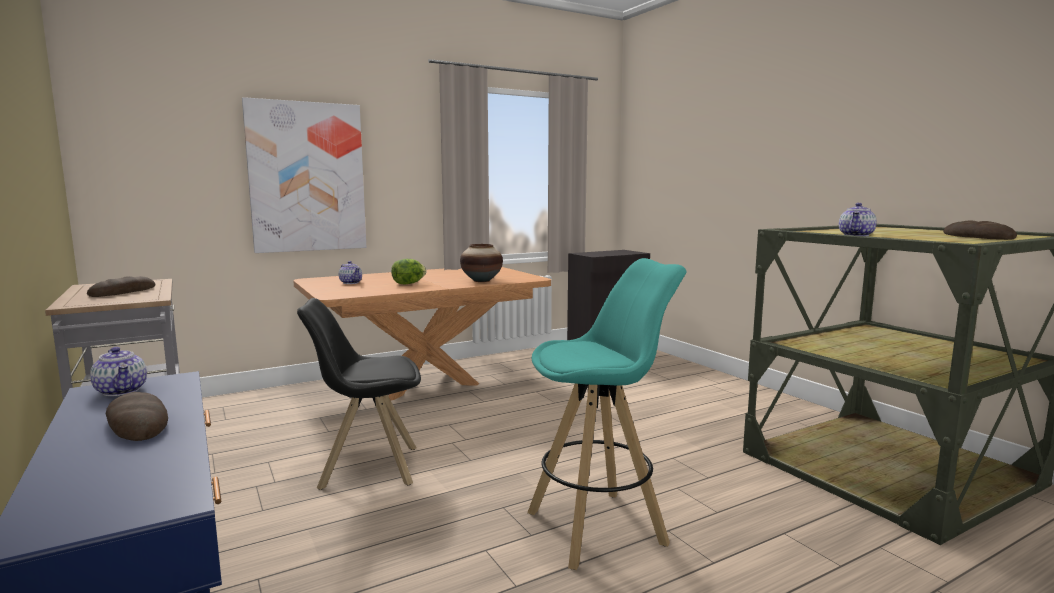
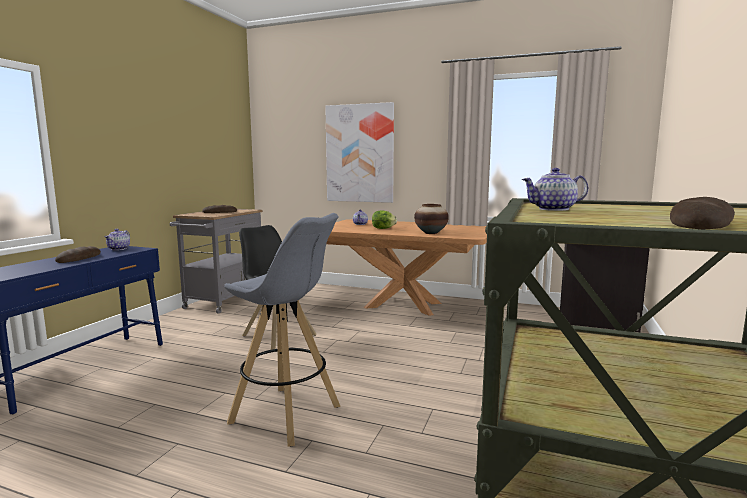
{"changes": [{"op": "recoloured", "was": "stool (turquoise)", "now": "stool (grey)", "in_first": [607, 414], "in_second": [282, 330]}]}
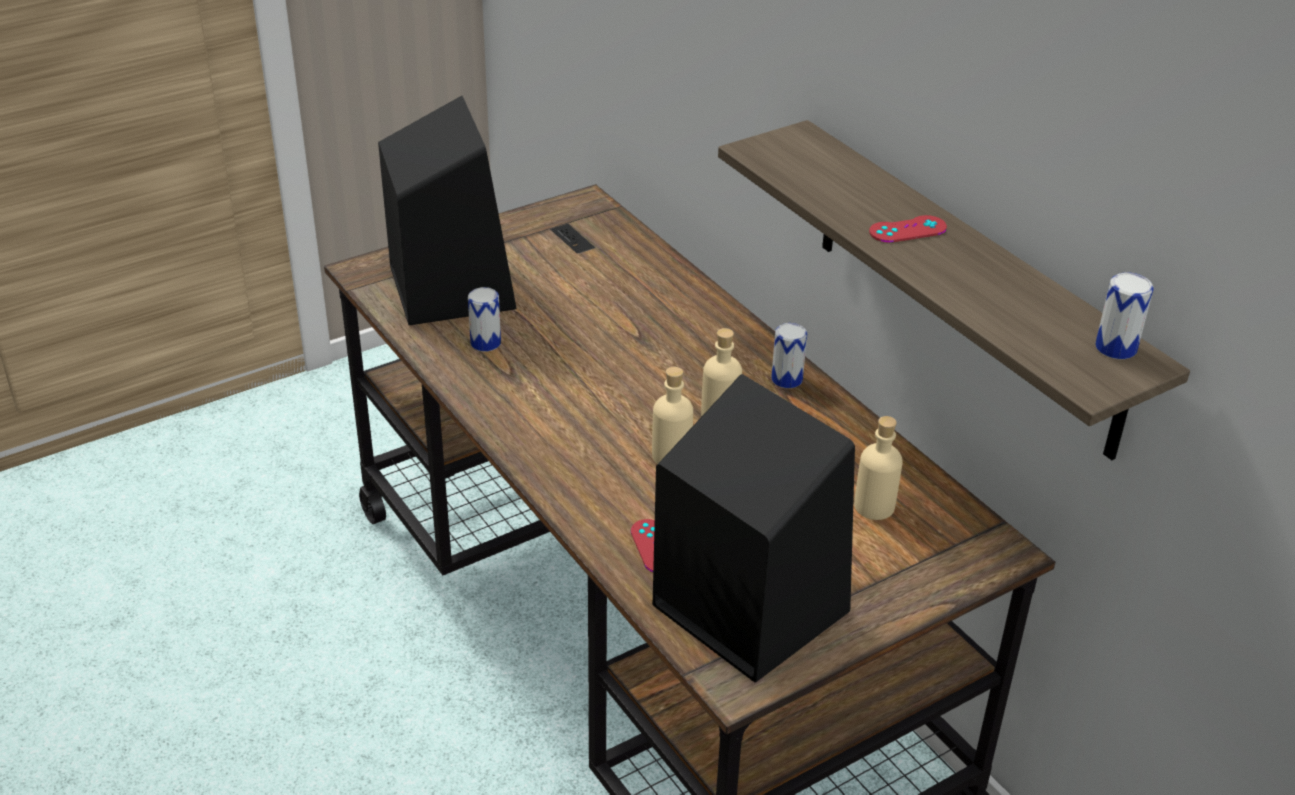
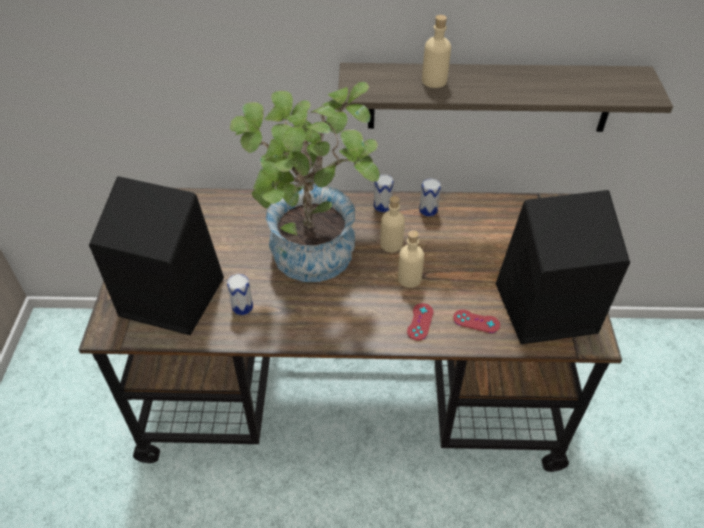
{"changes": [{"op": "added", "now": "potted plant", "in_second": [305, 182]}, {"op": "moved", "was": "bottle (beige)", "in_first": [878, 468], "in_second": [436, 51]}, {"op": "moved", "was": "game controller (red)", "in_first": [908, 229], "in_second": [420, 321]}, {"op": "moved", "was": "can", "in_first": [1124, 316], "in_second": [430, 197]}]}
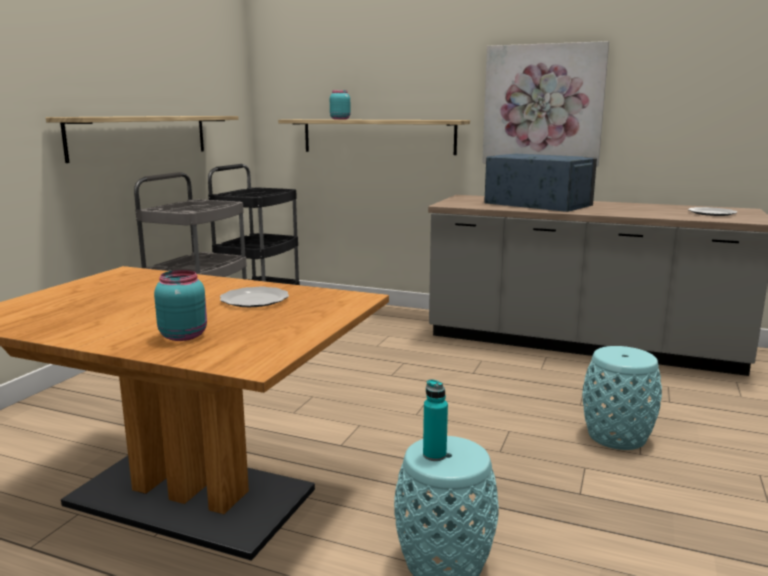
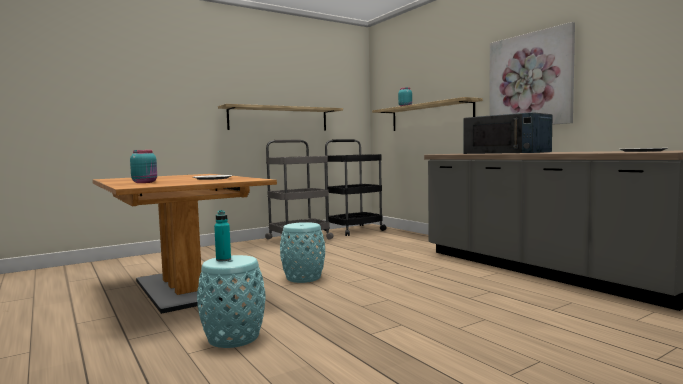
{"changes": [{"op": "moved", "was": "stool (turquoise)", "in_first": [622, 398], "in_second": [302, 252]}, {"op": "turned", "was": "microwave (blue)", "in_first": [540, 183], "in_second": [508, 133], "clockwise": 150}]}
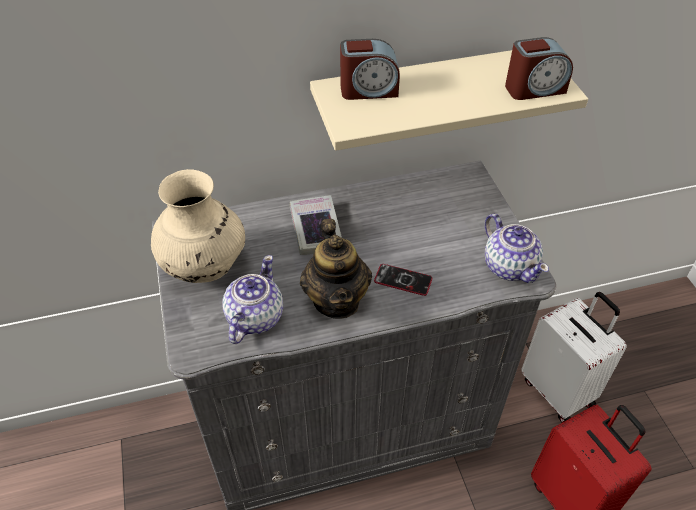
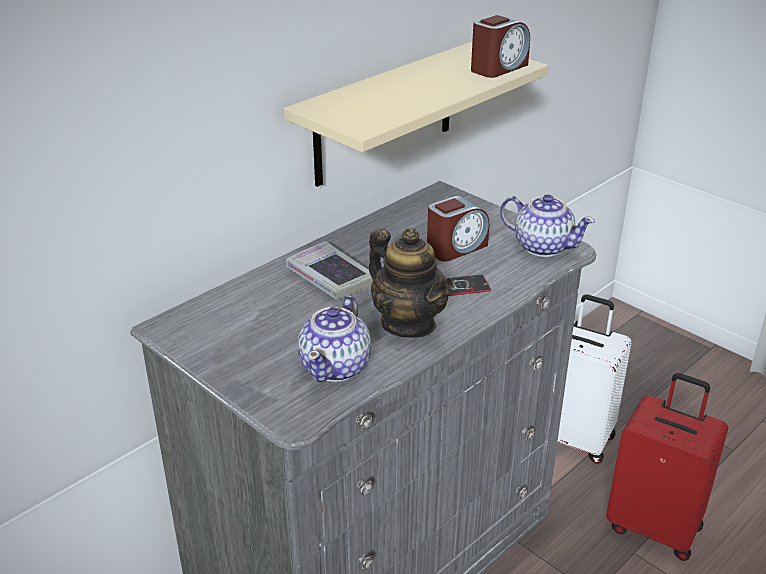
{"changes": [{"op": "removed", "was": "vase (beige)", "in_first": [198, 226]}, {"op": "moved", "was": "alarm clock", "in_first": [370, 69], "in_second": [458, 229]}, {"op": "turned", "was": "teapot", "in_first": [253, 299], "in_second": [334, 339], "clockwise": -150}]}
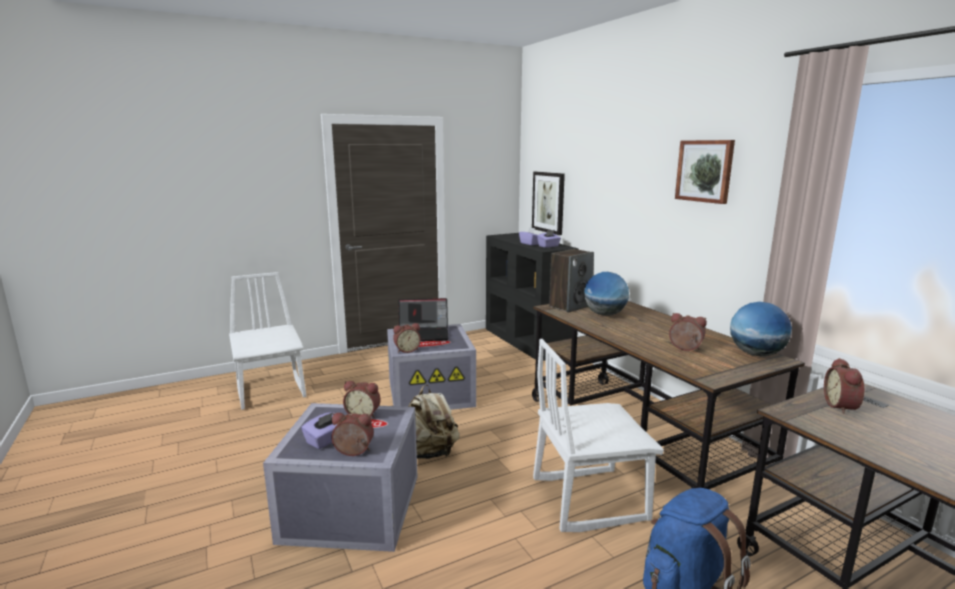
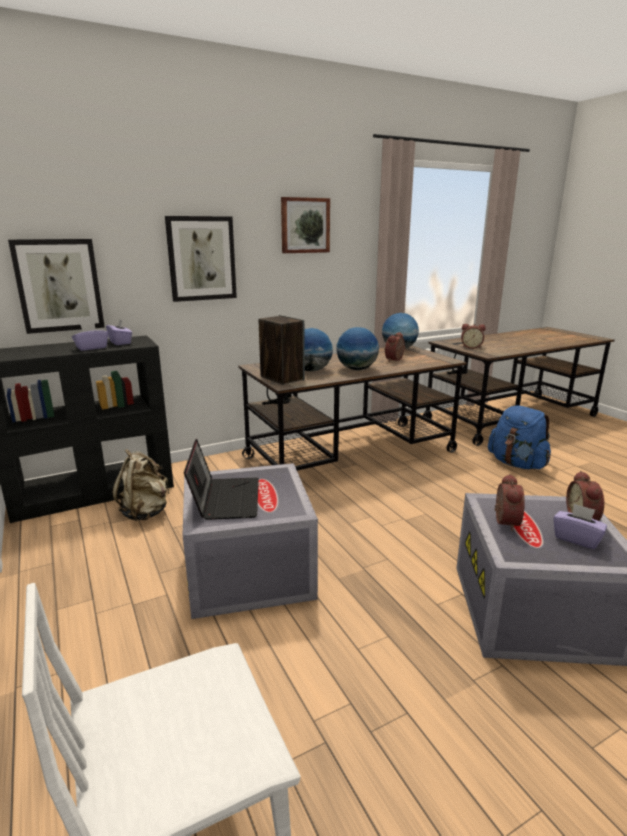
{"changes": [{"op": "removed", "was": "alarm clock", "in_first": [407, 338]}, {"op": "removed", "was": "chair (white)", "in_first": [598, 435]}, {"op": "added", "now": "picture", "in_second": [201, 259]}, {"op": "added", "now": "globe", "in_second": [357, 348]}, {"op": "moved", "was": "backpack (beige)", "in_first": [434, 421], "in_second": [141, 485]}]}
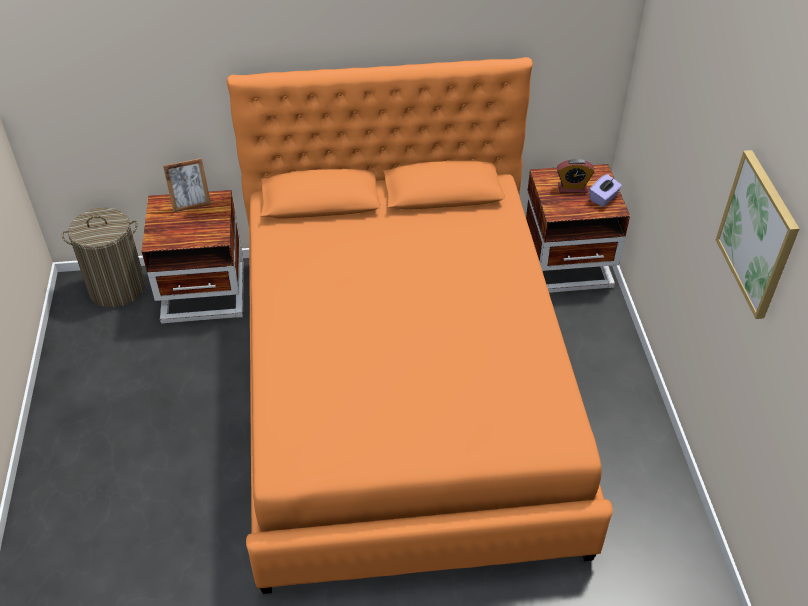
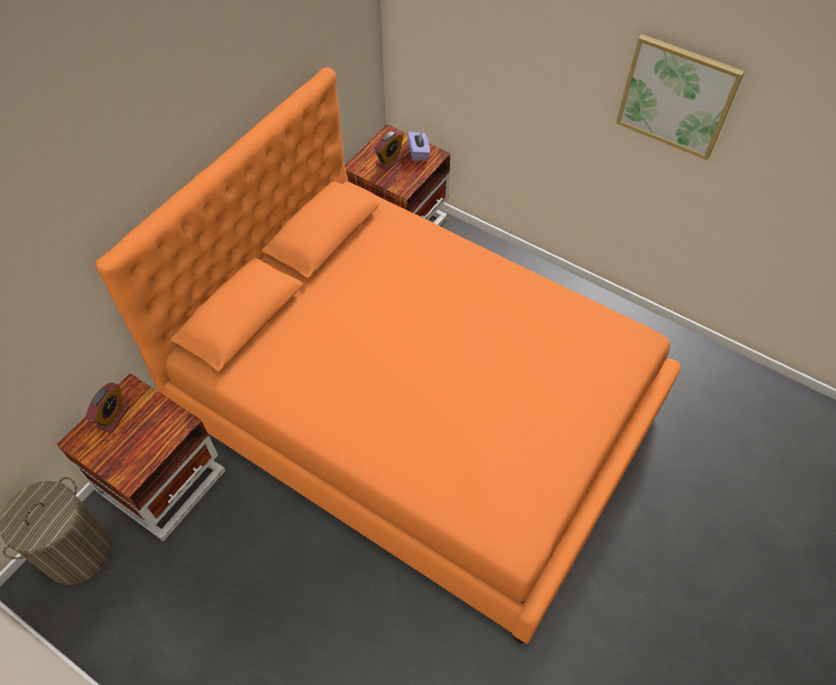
{"changes": [{"op": "replaced", "was": "picture frame", "now": "alarm clock", "in_first": [187, 185], "in_second": [108, 407]}]}
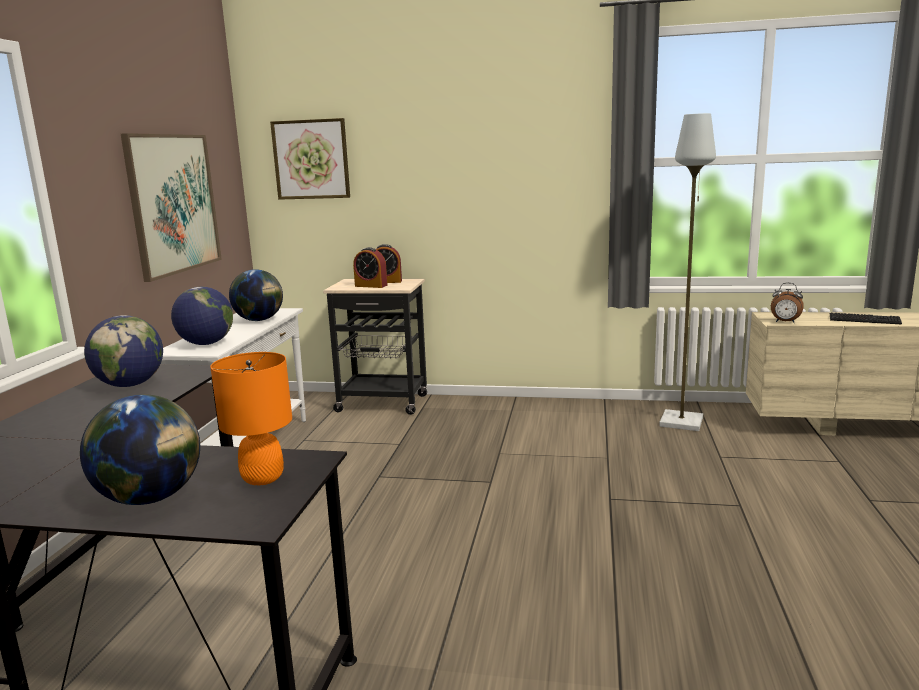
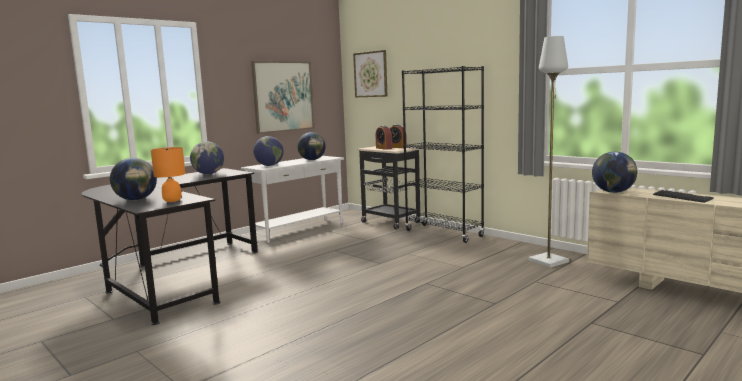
{"changes": [{"op": "added", "now": "bookcase (black)", "in_second": [443, 154]}, {"op": "replaced", "was": "alarm clock", "now": "globe", "in_first": [787, 303], "in_second": [614, 172]}]}
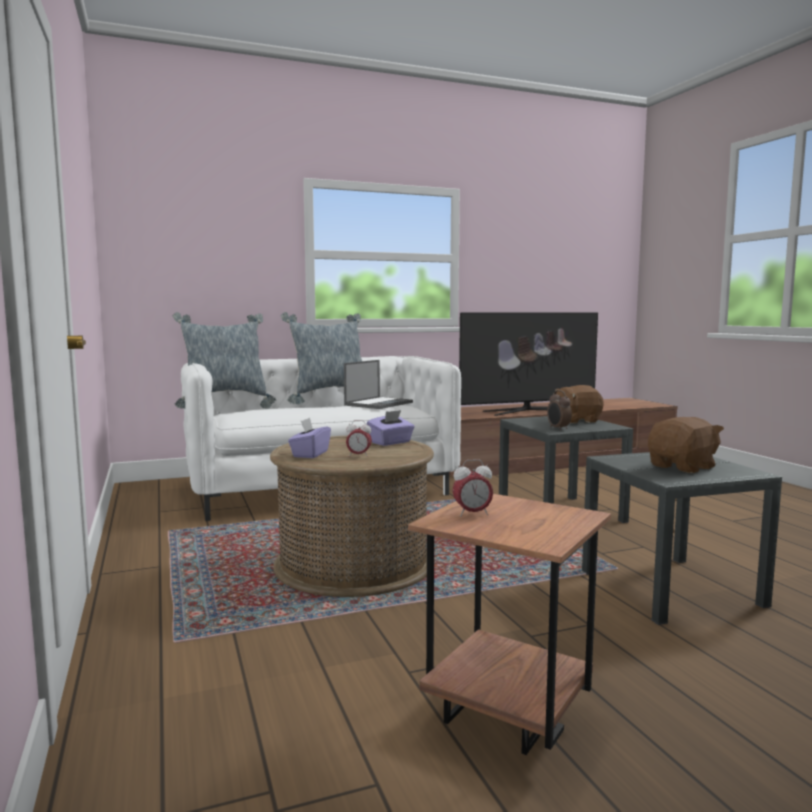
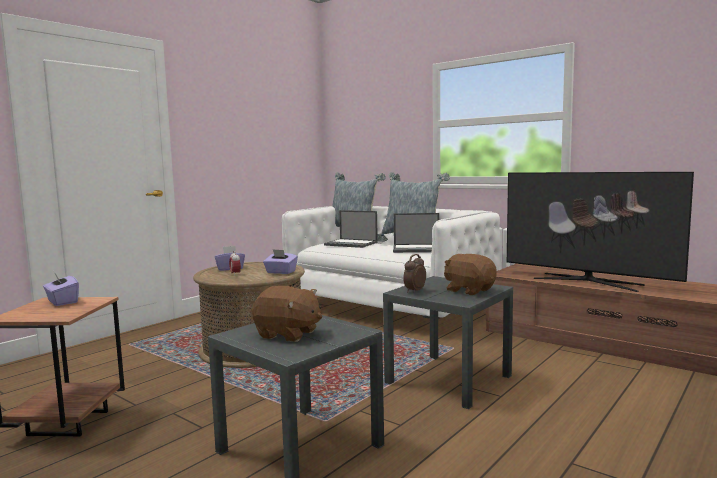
{"changes": [{"op": "added", "now": "laptop", "in_second": [351, 229]}, {"op": "replaced", "was": "alarm clock", "now": "tissue box (purple)", "in_first": [473, 488], "in_second": [61, 289]}]}
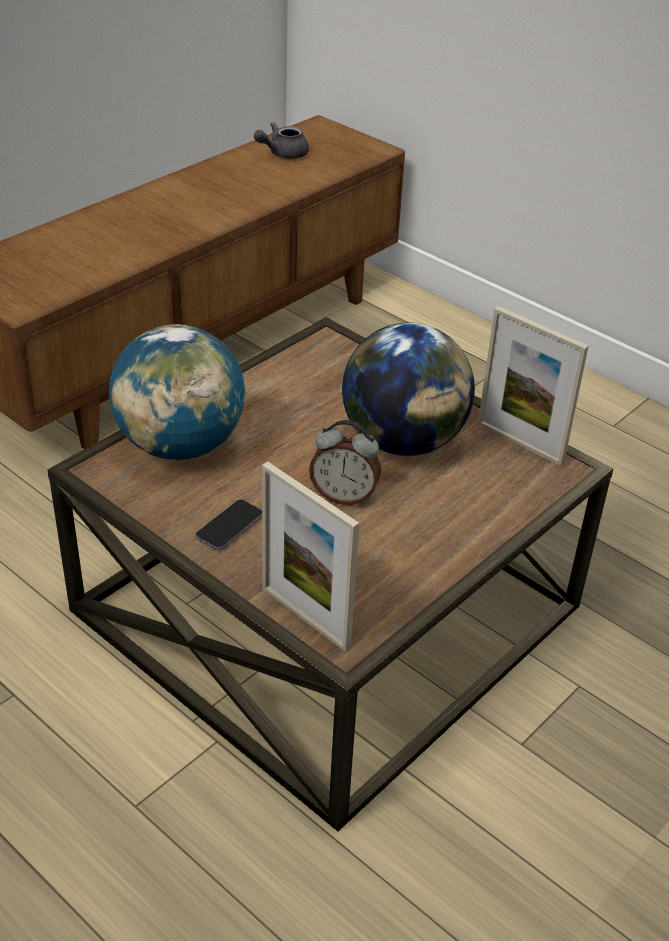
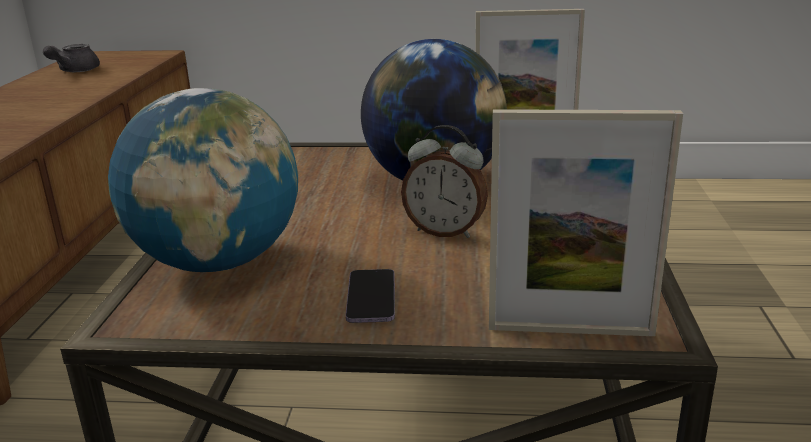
{"changes": [{"op": "turned", "was": "alarm clock", "in_first": [345, 462], "in_second": [444, 181], "clockwise": 45}]}
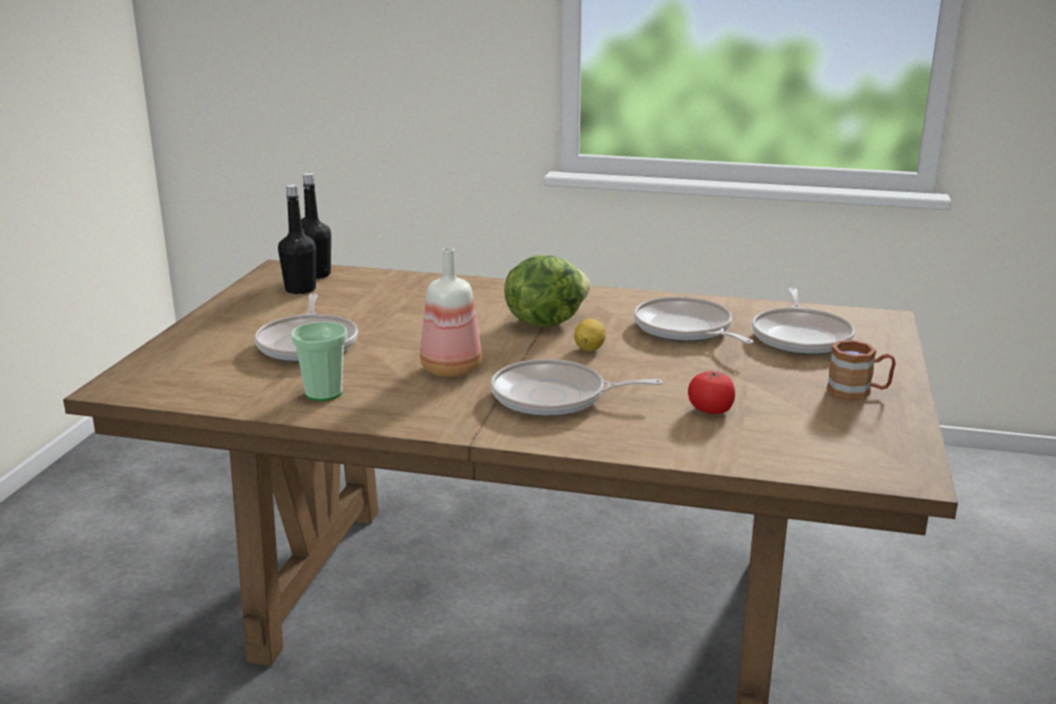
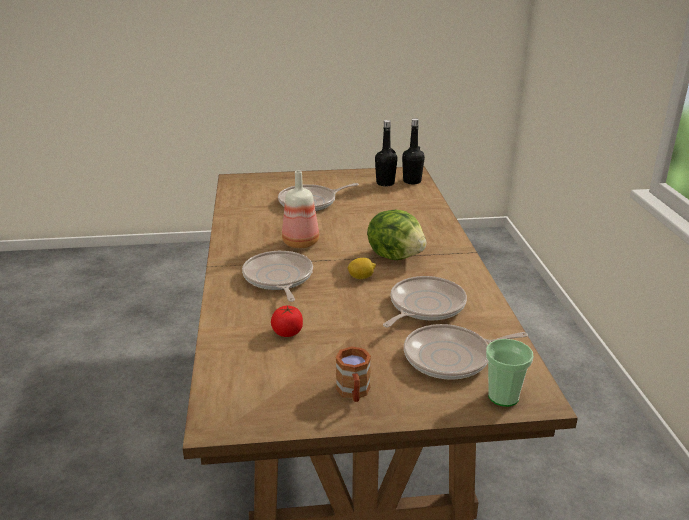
{"changes": [{"op": "moved", "was": "cup", "in_first": [319, 361], "in_second": [510, 373]}]}
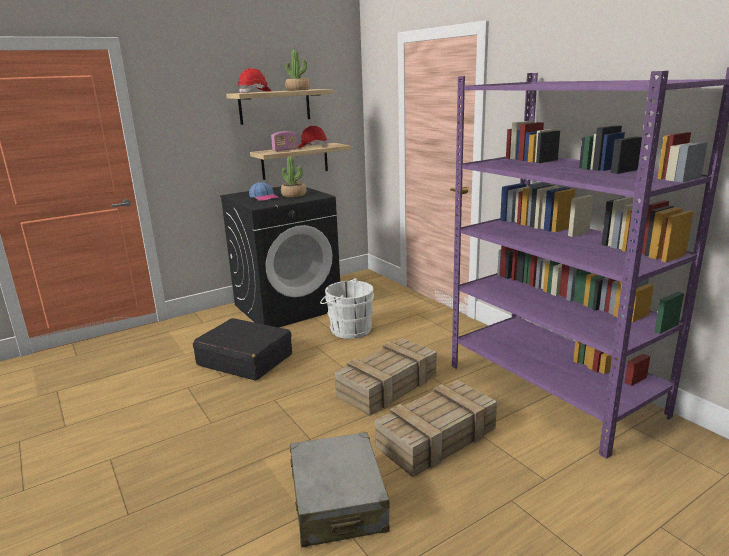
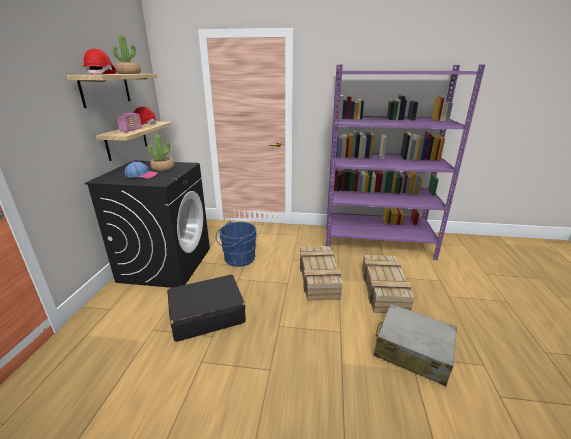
{"changes": [{"op": "recoloured", "was": "bucket (white)", "now": "bucket (blue)", "in_first": [347, 308], "in_second": [236, 244]}]}
